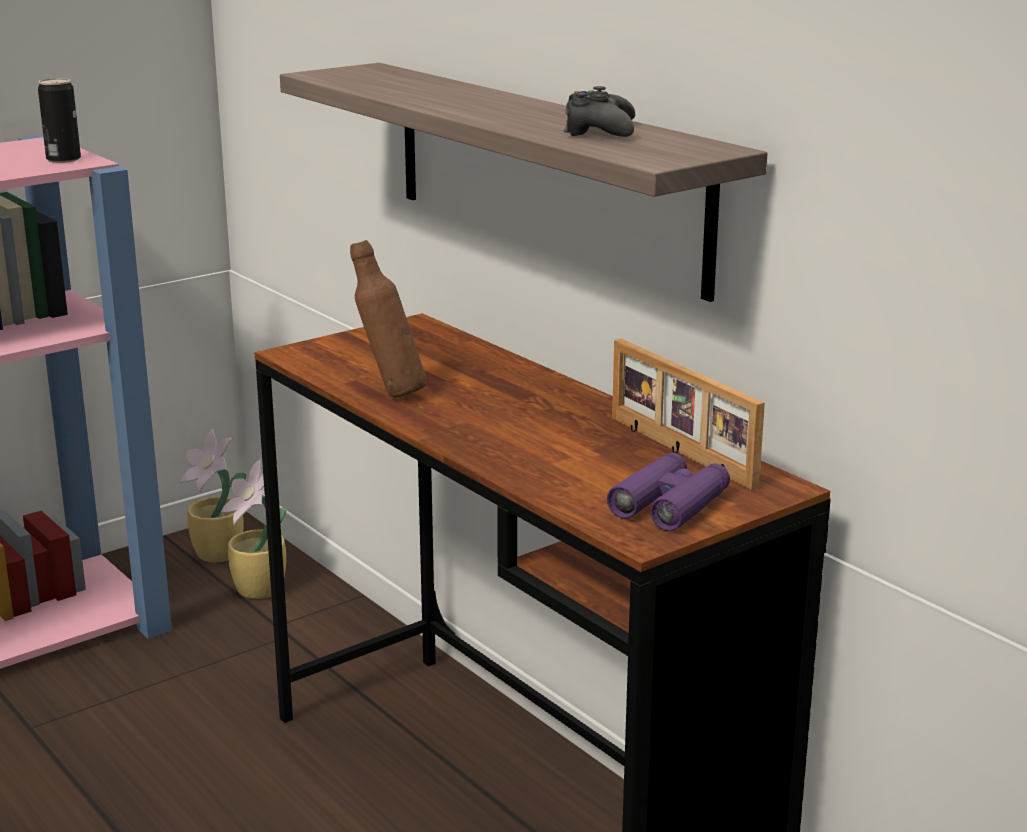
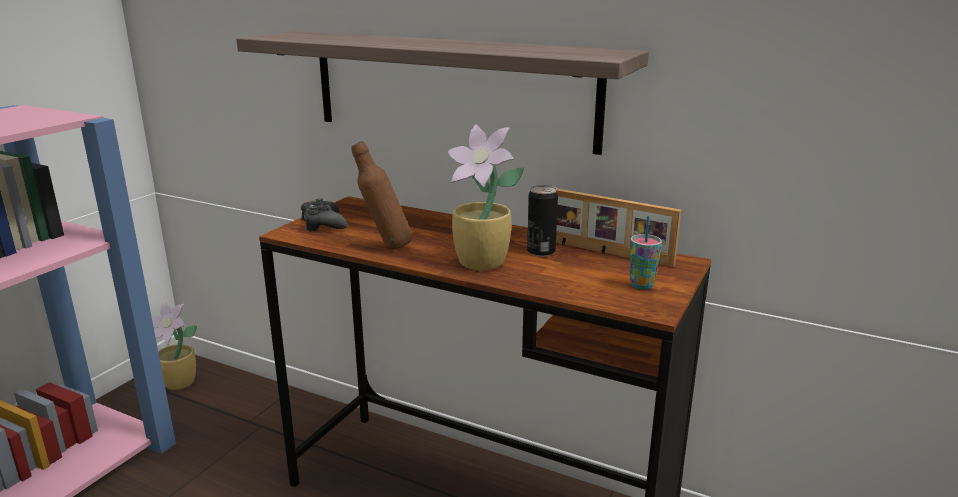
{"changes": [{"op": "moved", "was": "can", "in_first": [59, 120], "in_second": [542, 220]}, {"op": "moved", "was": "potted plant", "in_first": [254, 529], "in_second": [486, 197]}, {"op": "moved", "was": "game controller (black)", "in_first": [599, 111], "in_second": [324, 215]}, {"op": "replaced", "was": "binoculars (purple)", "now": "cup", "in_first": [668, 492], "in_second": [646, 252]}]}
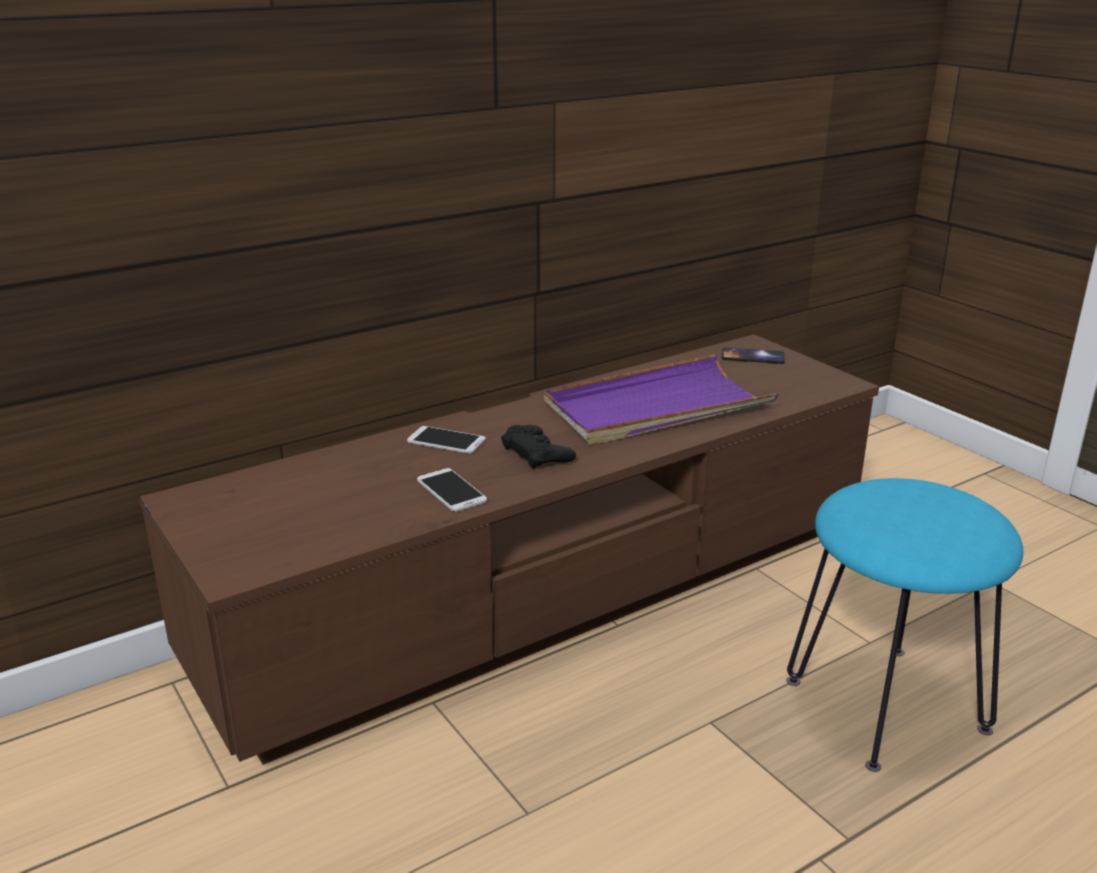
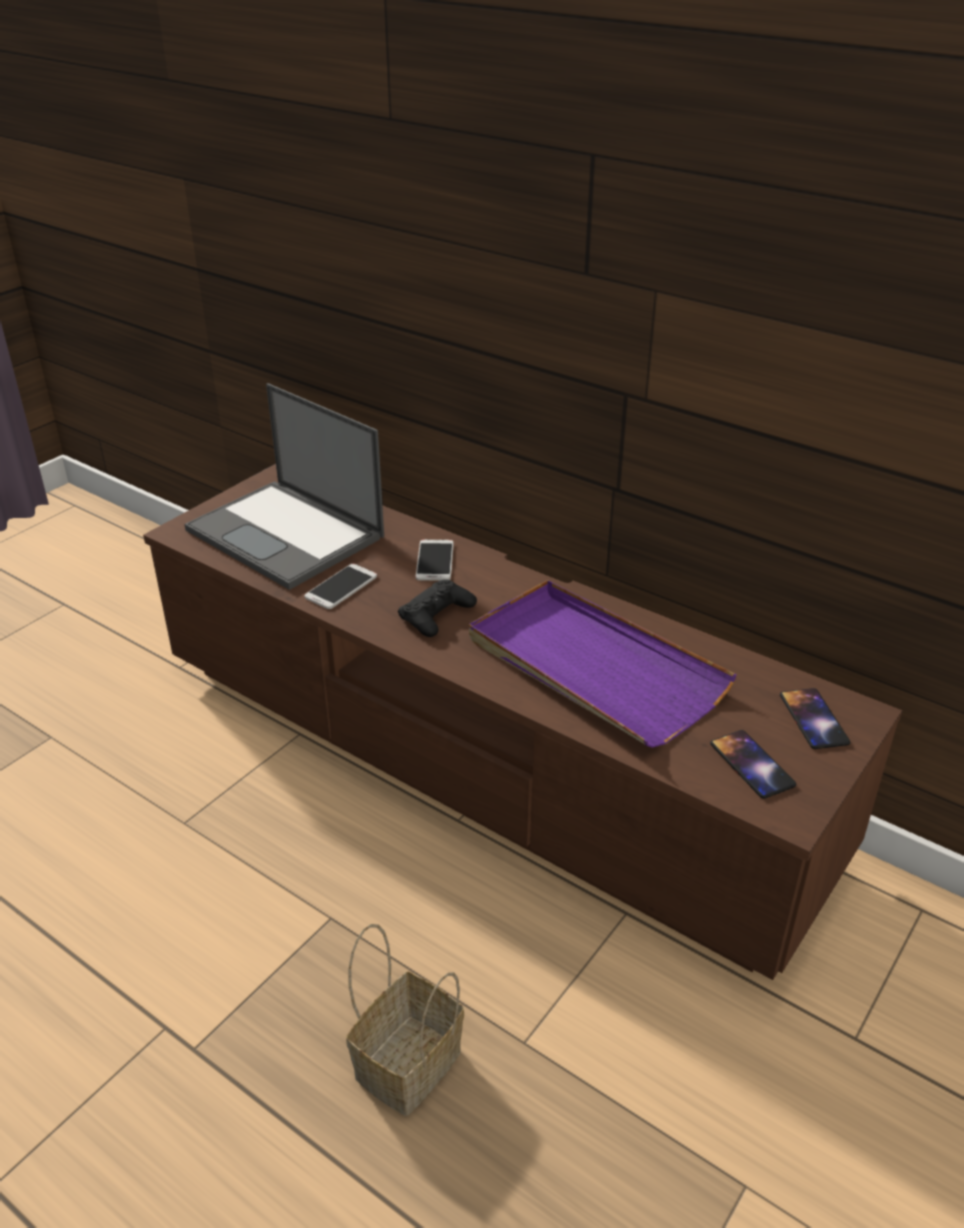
{"changes": [{"op": "added", "now": "laptop", "in_second": [284, 486]}, {"op": "added", "now": "phone", "in_second": [753, 764]}, {"op": "replaced", "was": "stool (turquoise)", "now": "basket", "in_first": [904, 625], "in_second": [405, 1020]}]}
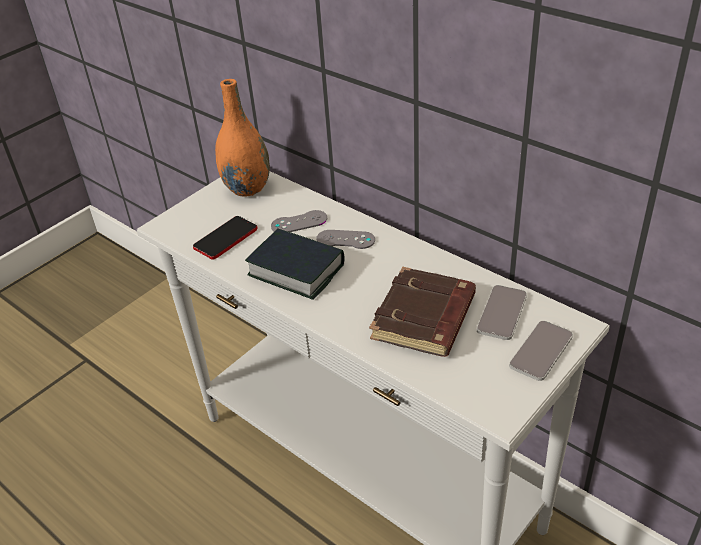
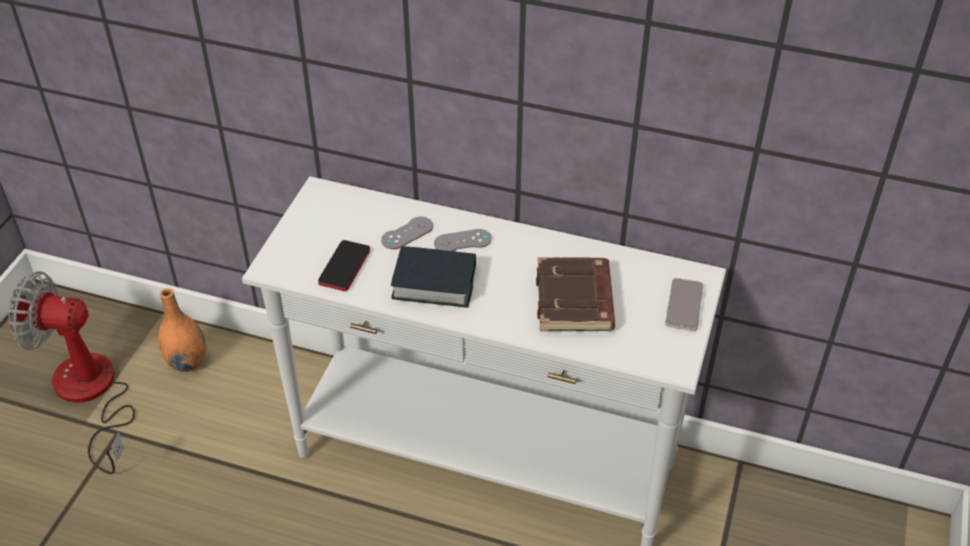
{"changes": [{"op": "removed", "was": "phone", "in_first": [502, 312]}, {"op": "added", "now": "fan", "in_second": [71, 372]}, {"op": "moved", "was": "vase (orange)", "in_first": [242, 138], "in_second": [182, 330]}]}
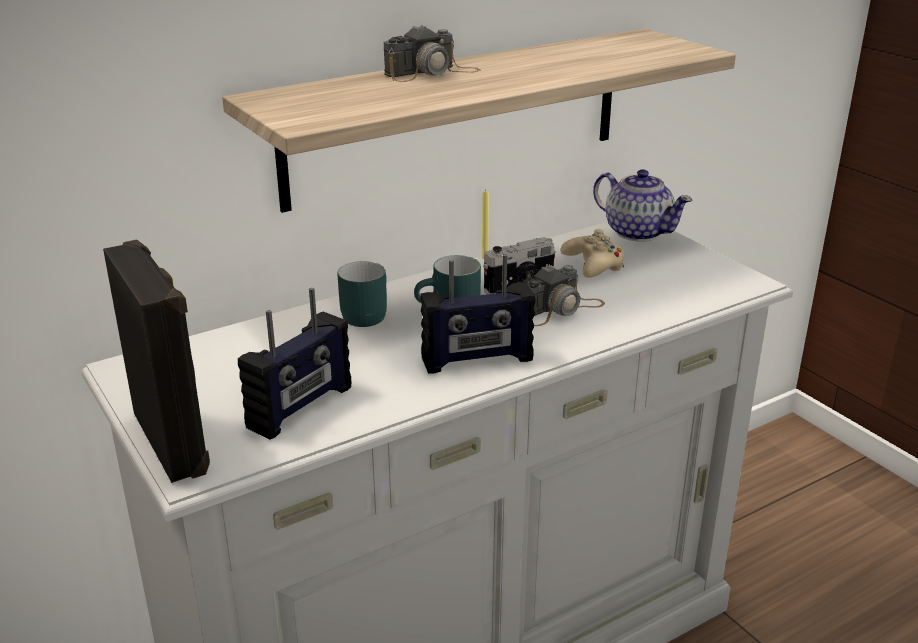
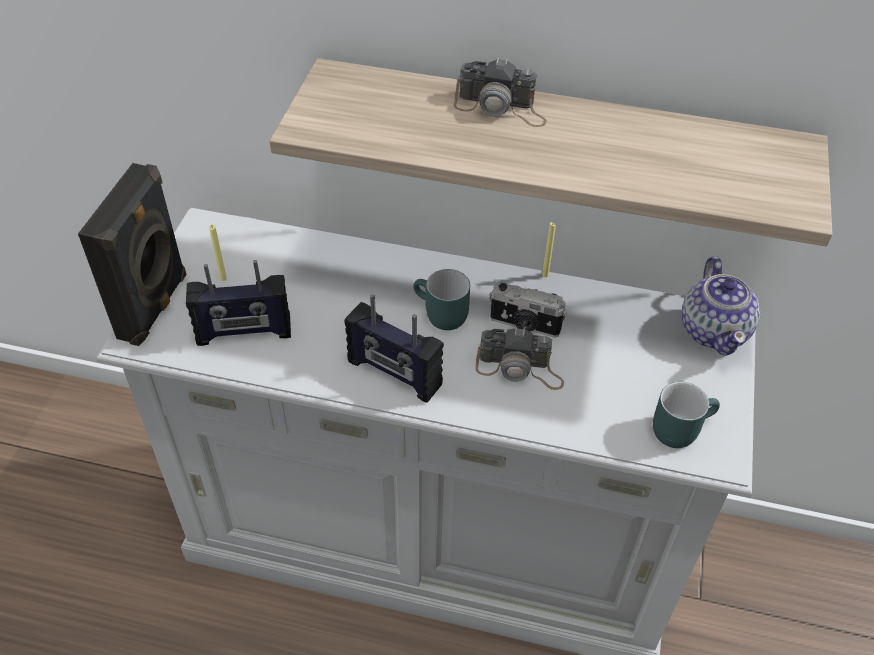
{"changes": [{"op": "removed", "was": "game controller (beige)", "in_first": [592, 253]}, {"op": "added", "now": "candle (yellow)", "in_second": [218, 252]}, {"op": "moved", "was": "mug (turquoise)", "in_first": [362, 294], "in_second": [686, 415]}]}
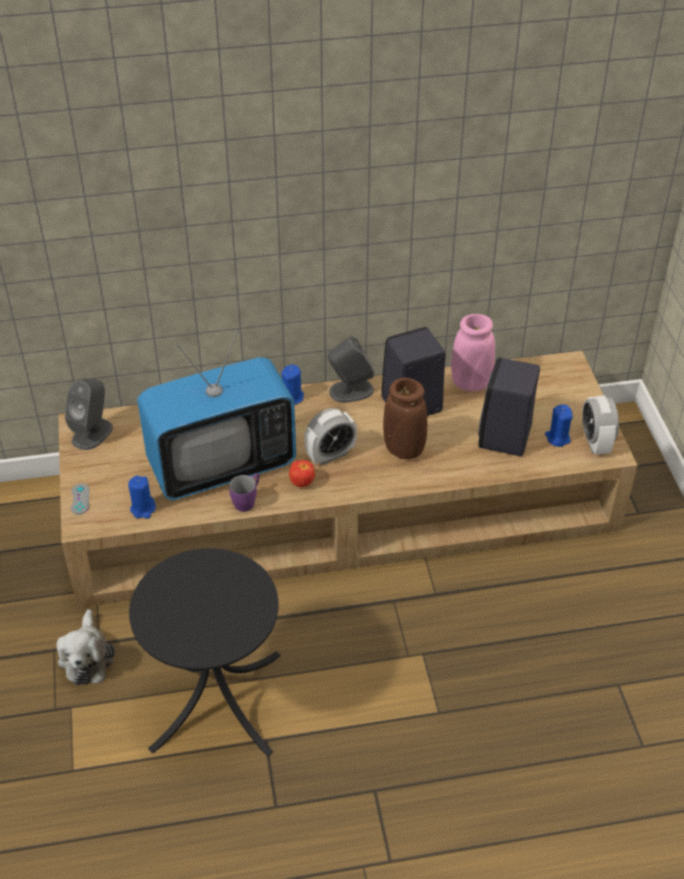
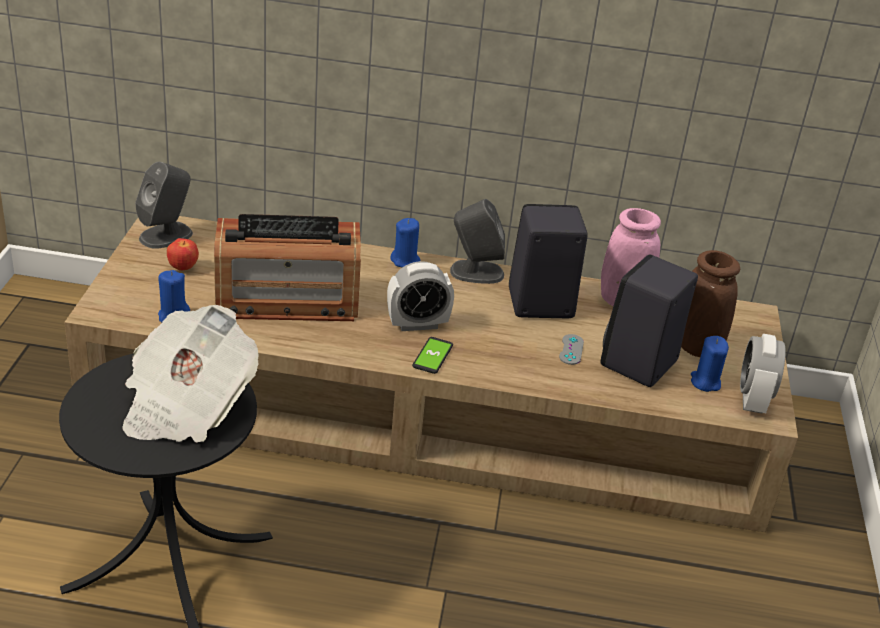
{"changes": [{"op": "removed", "was": "plush toy", "in_first": [86, 647]}, {"op": "removed", "was": "mug (purple)", "in_first": [244, 492]}, {"op": "added", "now": "newspaper", "in_second": [190, 374]}, {"op": "added", "now": "phone", "in_second": [432, 355]}, {"op": "moved", "was": "game controller (grey)", "in_first": [80, 498], "in_second": [571, 349]}, {"op": "moved", "was": "apple", "in_first": [302, 473], "in_second": [183, 254]}, {"op": "moved", "was": "vase (brown)", "in_first": [405, 418], "in_second": [710, 303]}, {"op": "replaced", "was": "television", "now": "radio", "in_first": [216, 414], "in_second": [287, 267]}]}
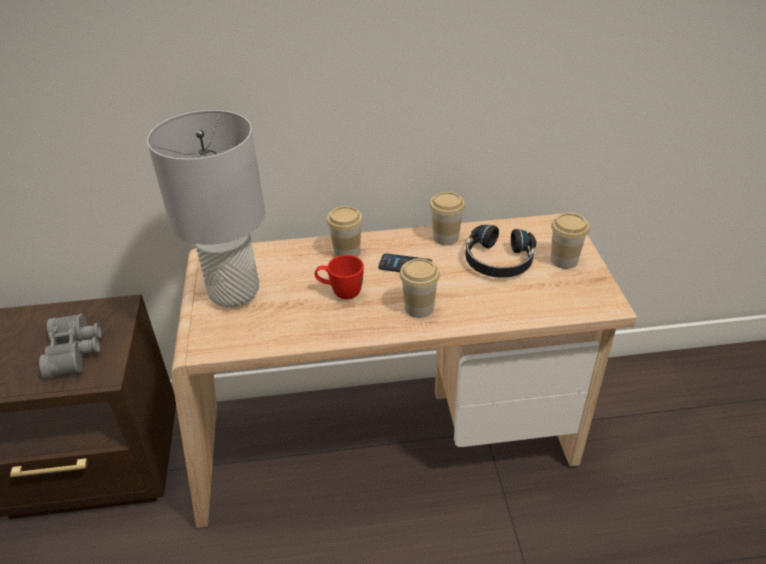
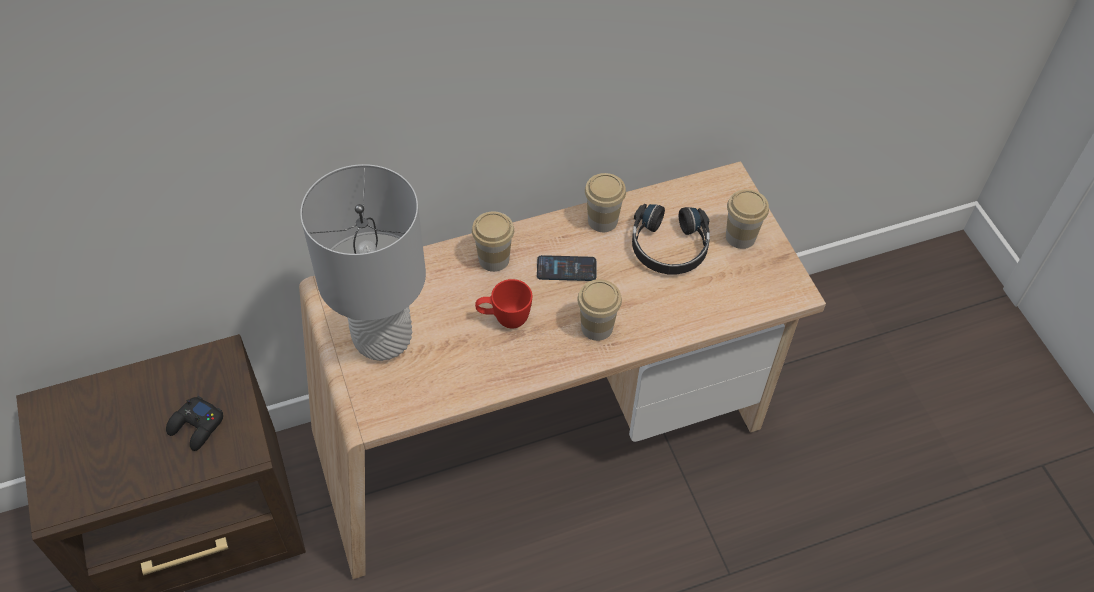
{"changes": [{"op": "replaced", "was": "binoculars (grey)", "now": "game controller (black)", "in_first": [70, 346], "in_second": [194, 423]}]}
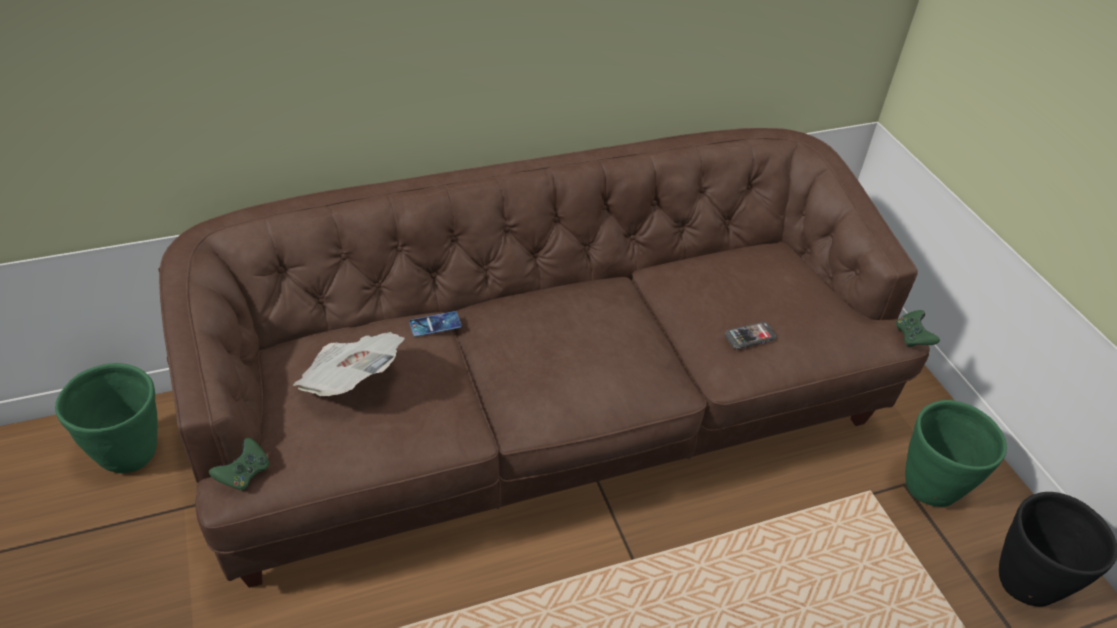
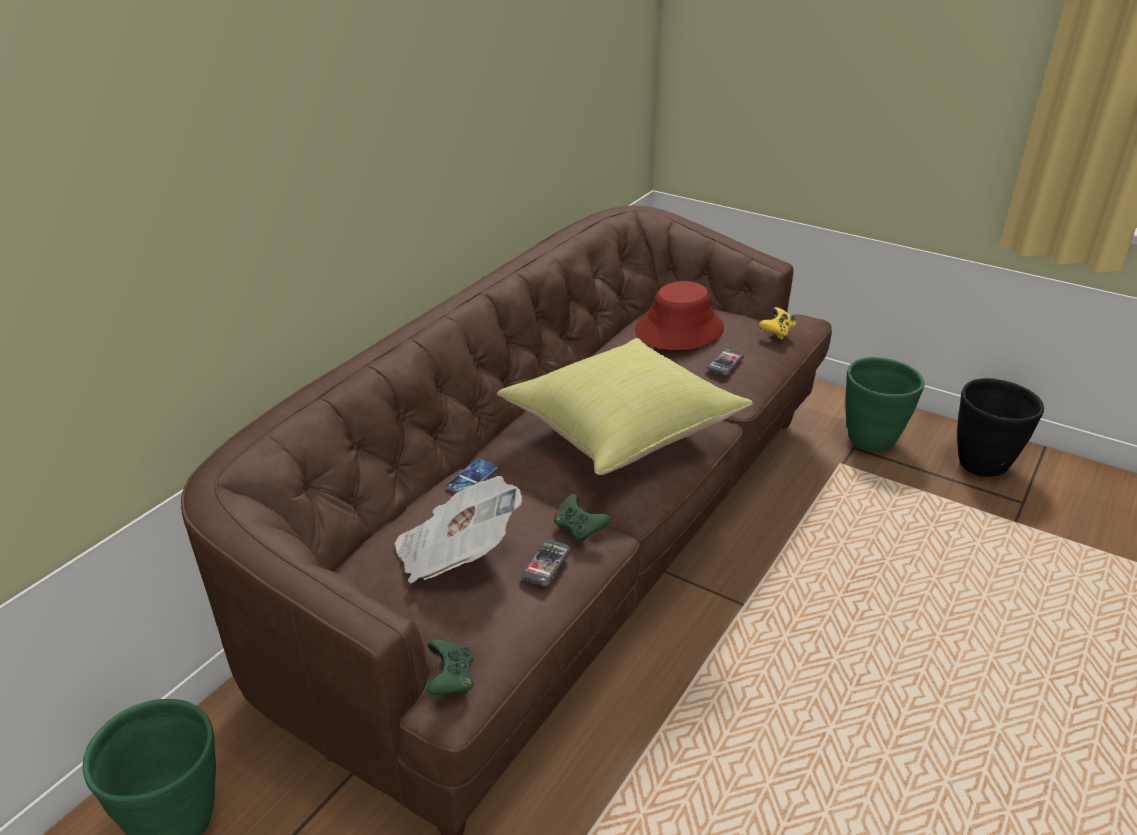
{"changes": [{"op": "added", "now": "pillow (yellow)", "in_second": [625, 406]}, {"op": "added", "now": "phone", "in_second": [546, 562]}, {"op": "added", "now": "hat (red)", "in_second": [679, 315]}, {"op": "added", "now": "game controller (yellow)", "in_second": [777, 323]}, {"op": "moved", "was": "game controller (green)", "in_first": [918, 328], "in_second": [582, 518]}]}
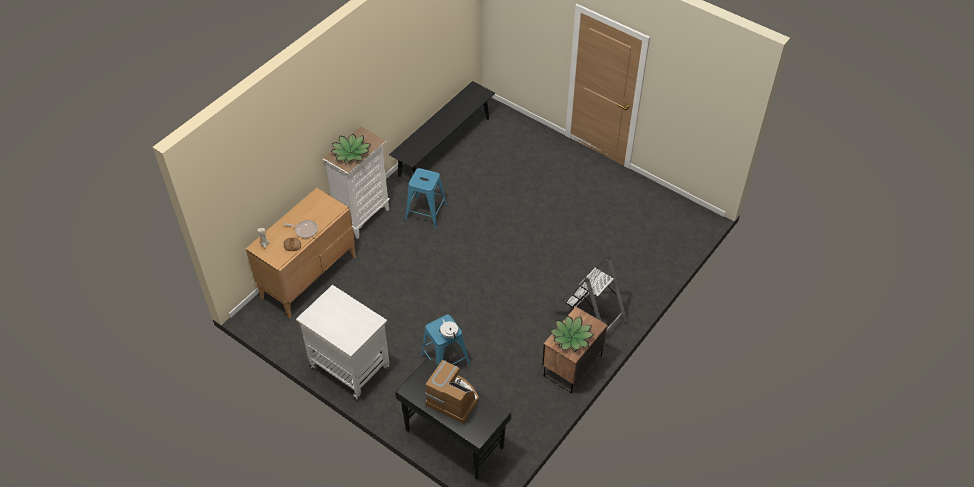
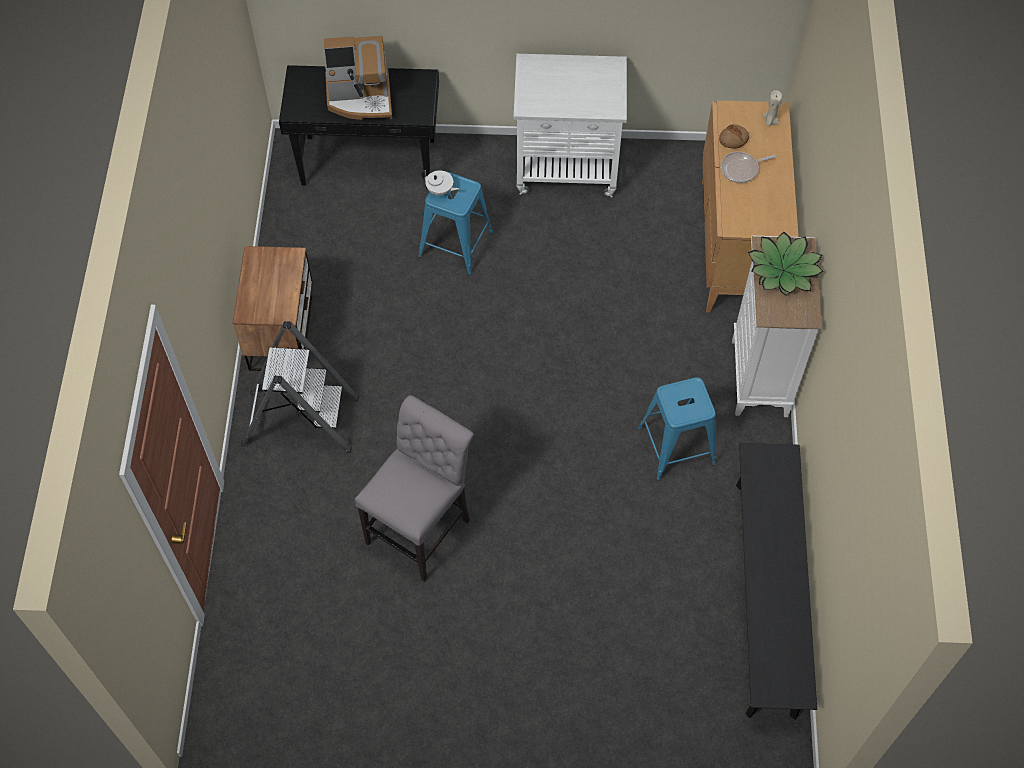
{"changes": [{"op": "removed", "was": "potted plant", "in_first": [572, 334]}, {"op": "added", "now": "stool (grey)", "in_second": [414, 488]}]}
